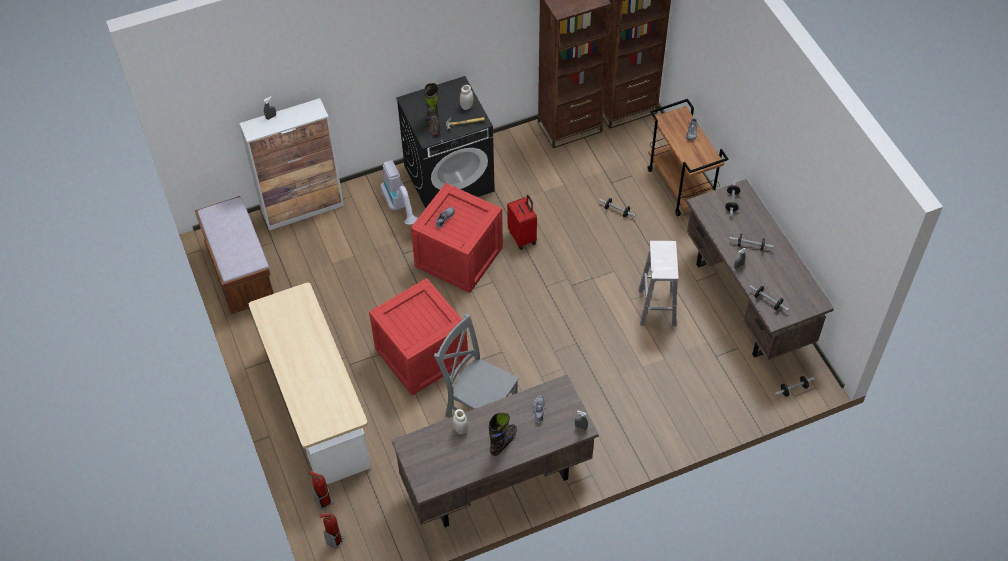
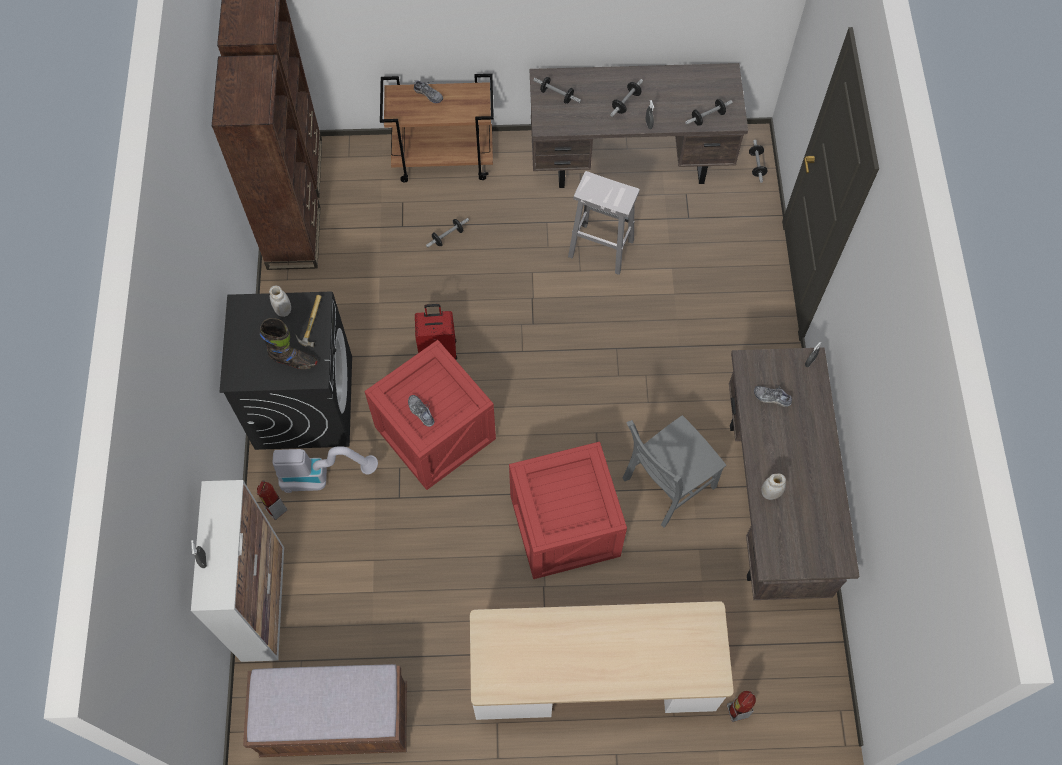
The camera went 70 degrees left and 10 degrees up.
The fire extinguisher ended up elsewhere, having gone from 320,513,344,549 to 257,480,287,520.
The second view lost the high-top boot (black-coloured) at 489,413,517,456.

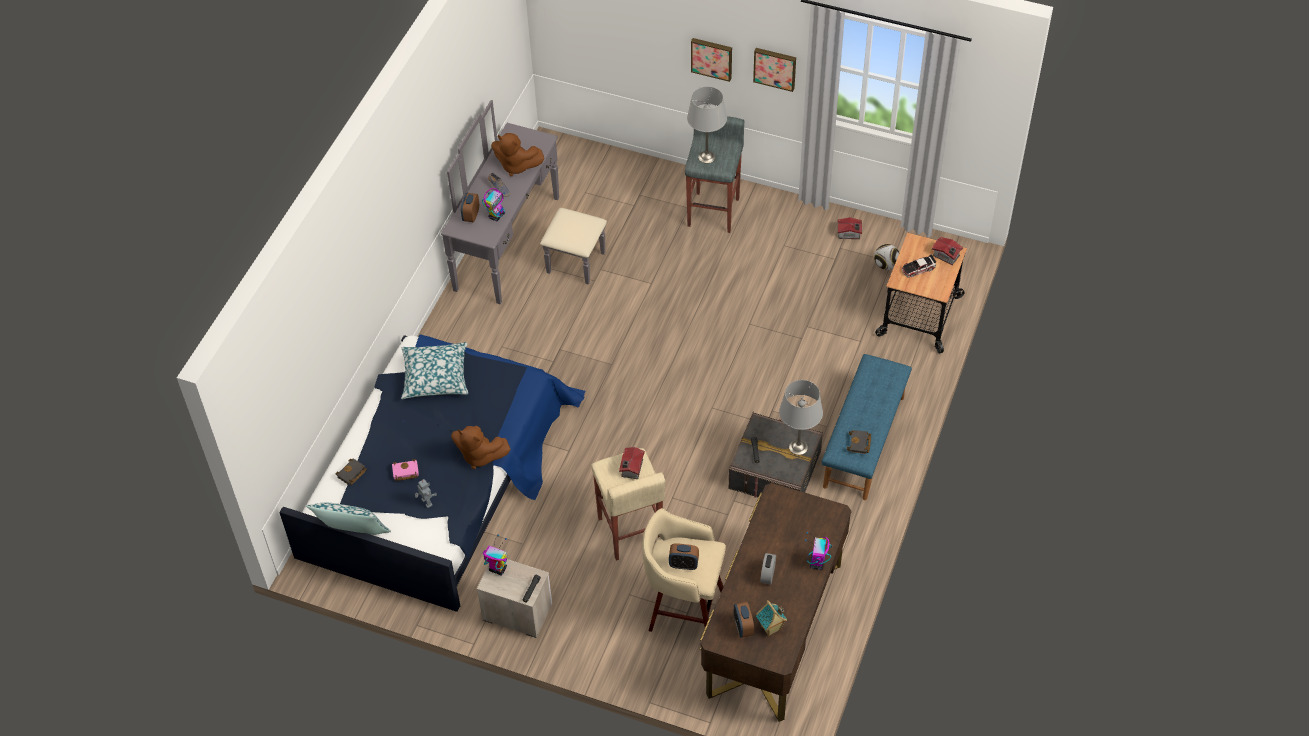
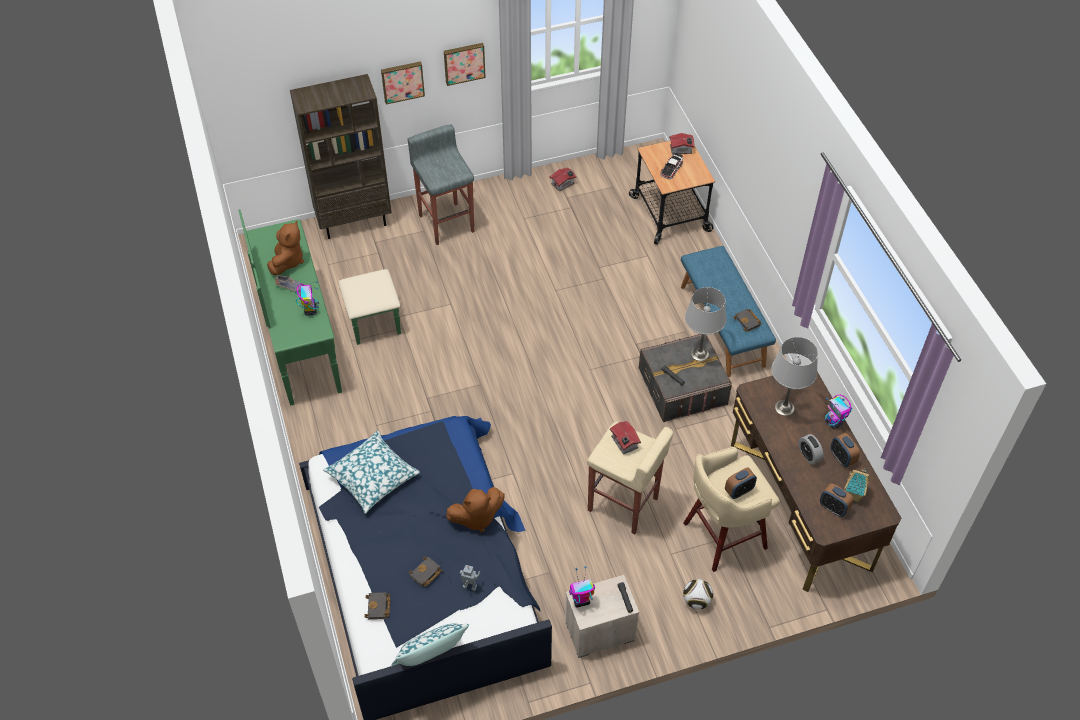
The camera went 40 degrees left and 0 degrees up.
What was the book (pink-coloured) at 392,459,419,481 turned into the book (black-coloured) at 408,557,442,587.
What was the chest of drawers (gray) at 441,100,607,304 turned into the chest of drawers (greenish) at 238,209,401,406.
The alarm clock ended up elsewhere, having gone from 461,193,479,222 to 831,433,860,467.
The soft toy (brown) at 491,133,545,176 ended up facing another way, 60 degrees counterclockwise from before.
The lamp for a table (gray) ended up elsewhere, having gone from 687,86,727,163 to 771,337,818,416.
The football ball ended up elsewhere, having gone from 874,244,899,270 to 683,579,713,609.
The second view gained the bookshelf (brown) at 290,74,392,239.

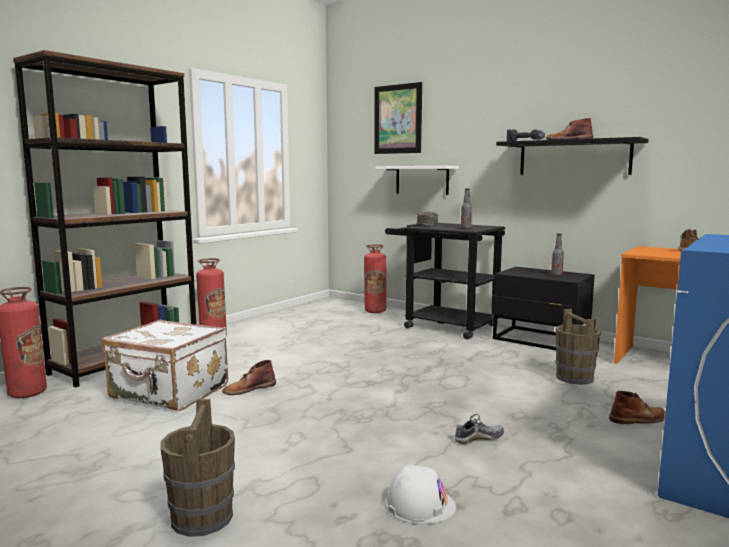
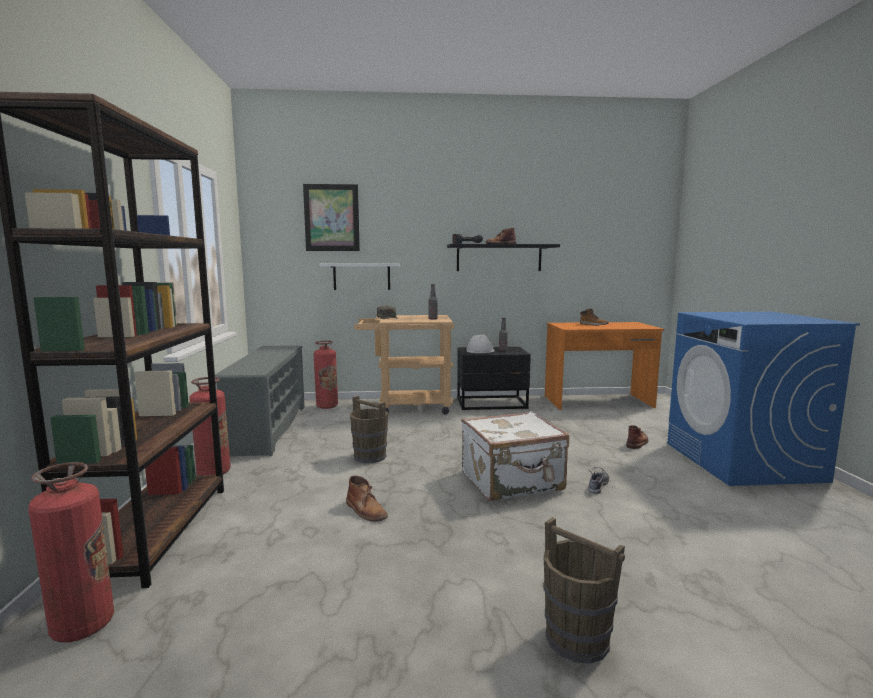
The camera went 40 degrees left and 0 degrees up.
The travel case (whitish) ended up elsewhere, having gone from 102,319,228,411 to 461,411,569,501.
The high-top boot (brown) at 222,360,276,395 ended up facing another way, 60 degrees counterclockwise from before.
What was the wheeled cart (black-coloured) at 385,223,505,339 turned into the wheeled cart (beige-coloured) at 354,315,454,415.
The hard hat (whitish) ended up elsewhere, having gone from 385,464,456,524 to 466,334,495,353.
The water bucket (brown) ended up elsewhere, having gone from 555,309,601,385 to 350,396,388,463.
The second view gained the shoe rack (gray) at 215,345,305,456.

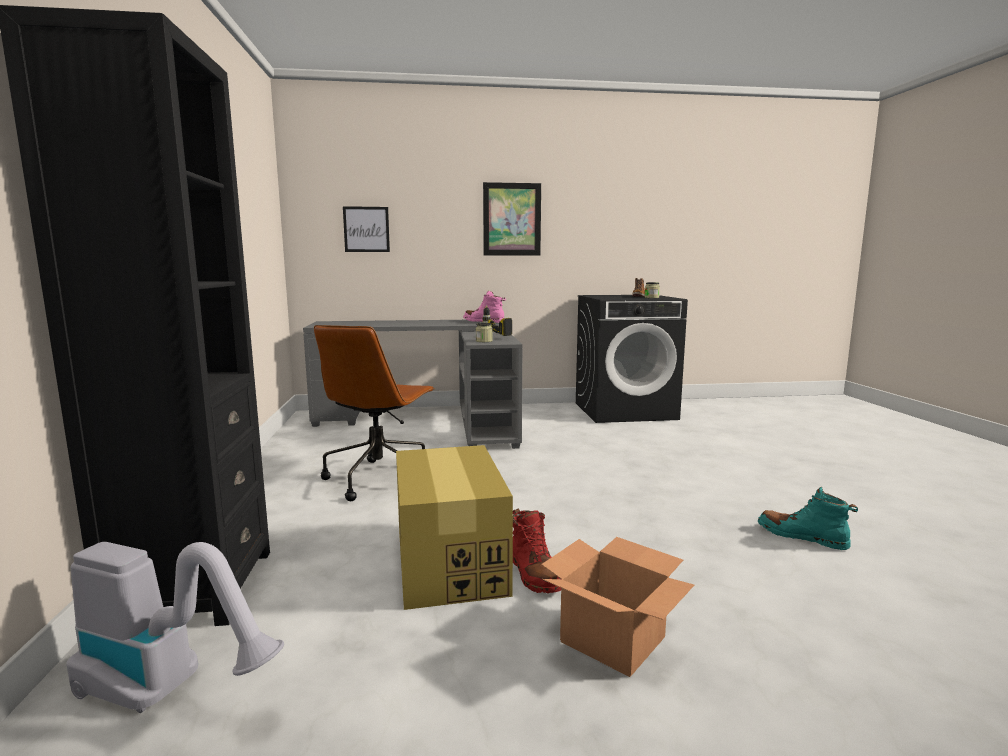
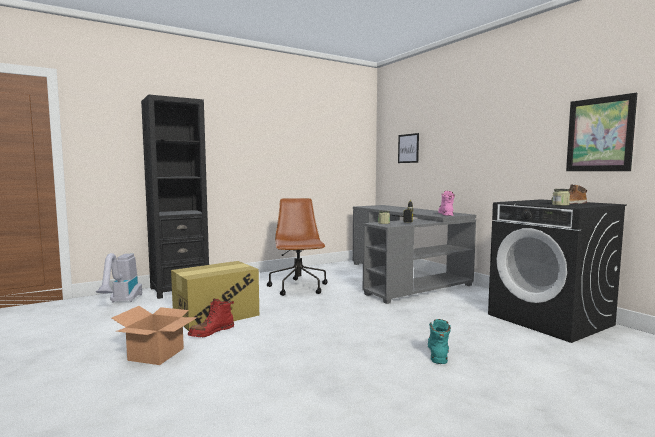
The camera went 65 degrees right and 5 degrees down.
The desk chair (brown) at 314,325,435,501 ended up facing another way, 90 degrees clockwise from before.
The wall picture ended up elsewhere, having gone from 483,182,541,256 to 566,93,637,171.
The high-top boot (turquoise) ended up elsewhere, having gone from 758,487,858,550 to 428,319,451,364.

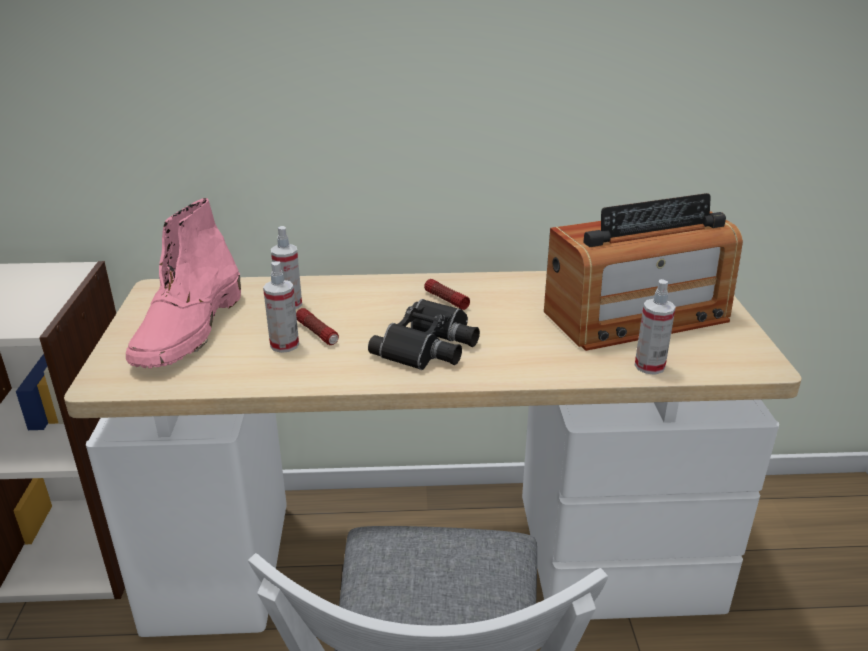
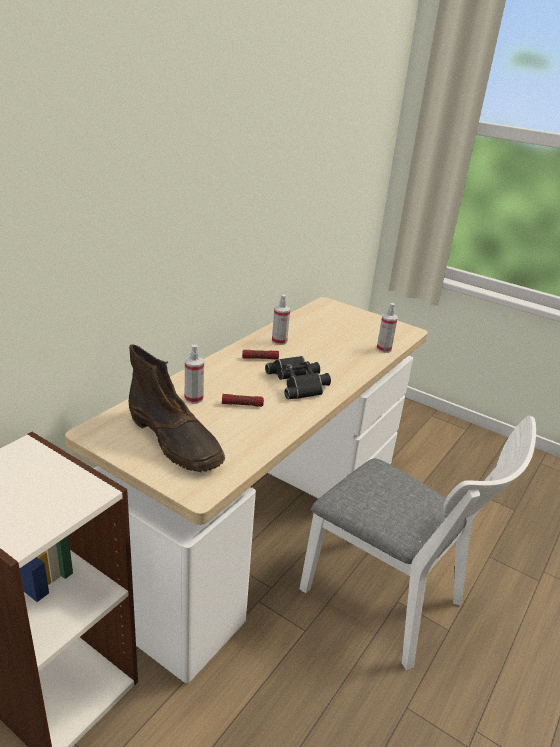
The camera went 55 degrees left and 0 degrees up.
What was the high-top boot (pink-coloured) at 126,198,241,368 turned into the high-top boot (brown) at 129,345,225,472.
The spray bottle ended up elsewhere, having gone from 263,261,299,353 to 272,295,290,345.
The second view lost the radio at 544,193,743,351.

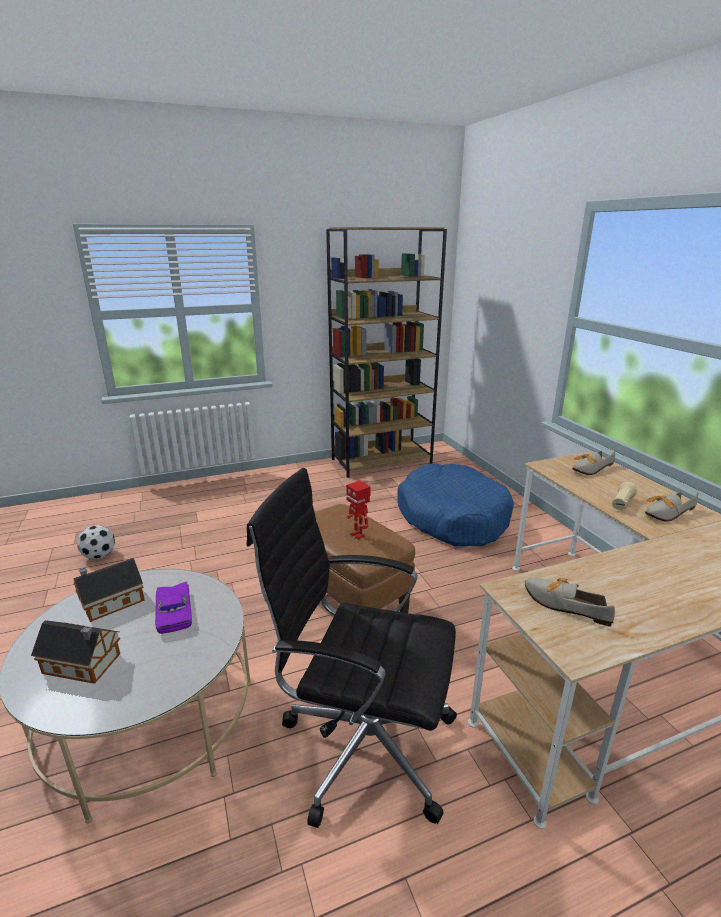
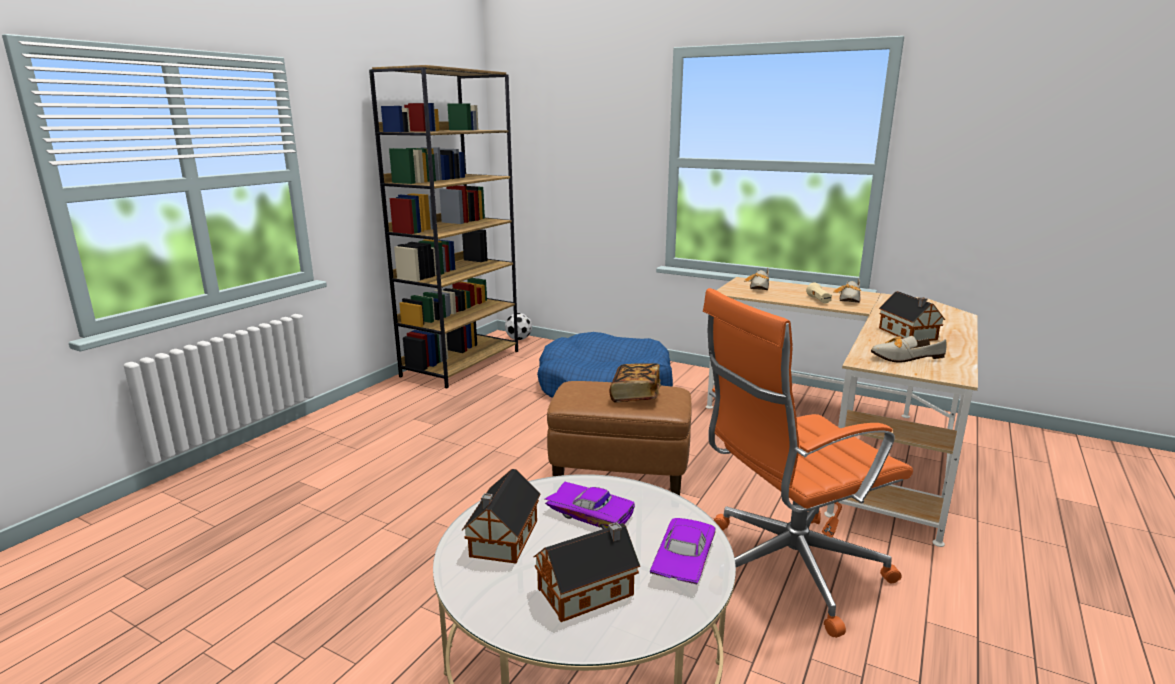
The camera went 40 degrees left and 5 degrees down.
The football ball ended up elsewhere, having gone from 77,525,115,559 to 505,313,532,340.
What was the desk chair (black-coloured) at 247,468,457,828 turned into the desk chair (orange-coloured) at 703,288,913,638.
Where the toy robot stood at 346,480,370,540, the book came to stand at 610,363,661,403.
The second view gained the model car (purple) at 650,518,716,584.
The second view gained the miniature house at 879,291,945,341.

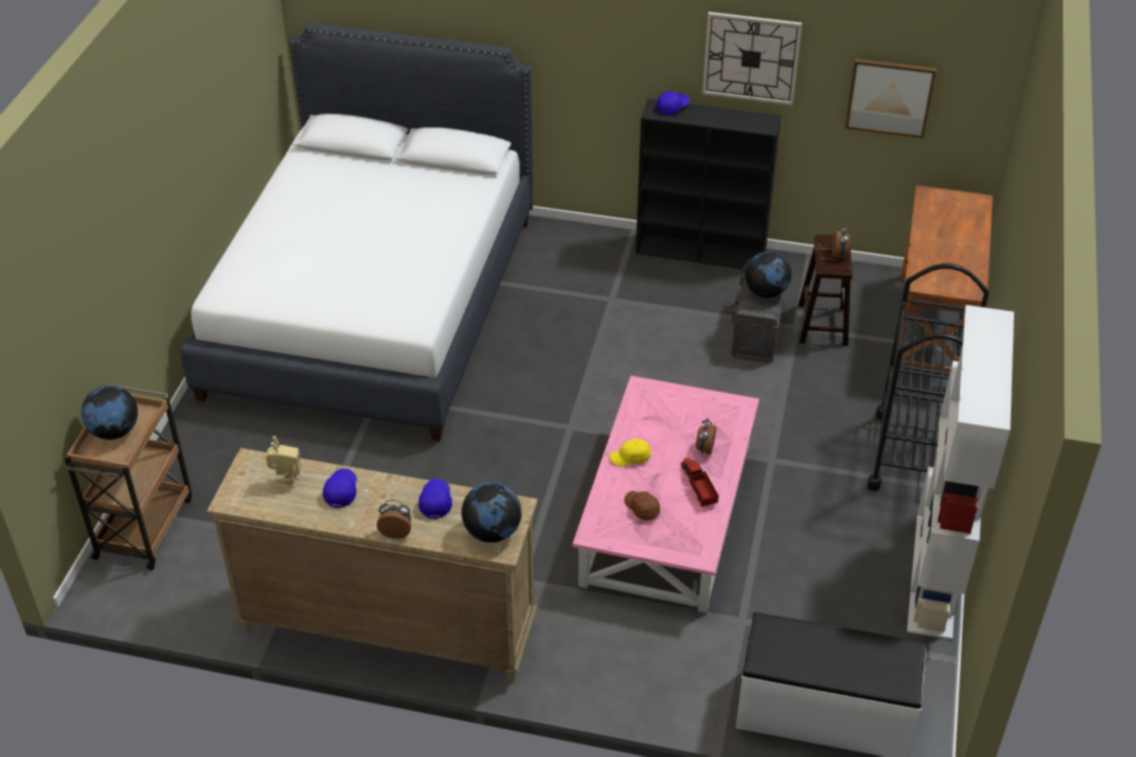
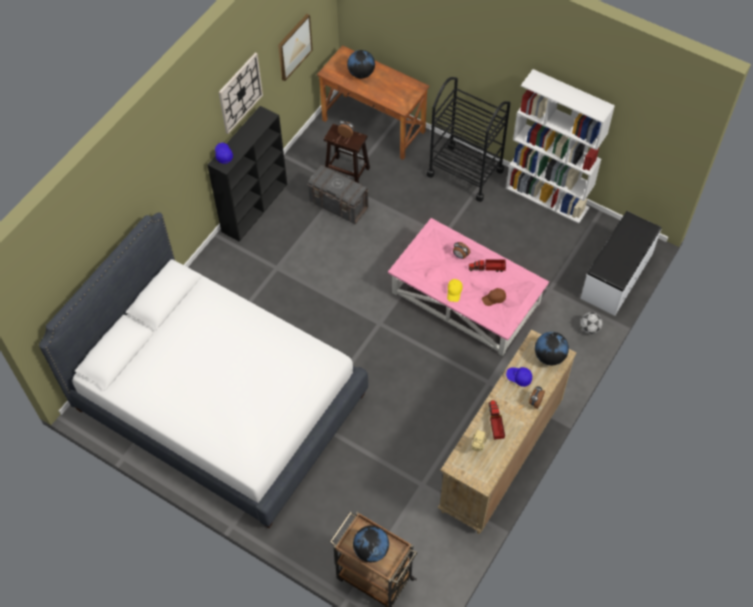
The camera went 70 degrees left and 15 degrees up.
Where the cap (blue) stood at 323,468,357,508, the toy truck came to stand at 488,400,505,440.
The globe ended up elsewhere, having gone from 745,252,791,298 to 347,50,375,79.
The second view gained the football ball at 580,312,603,334.

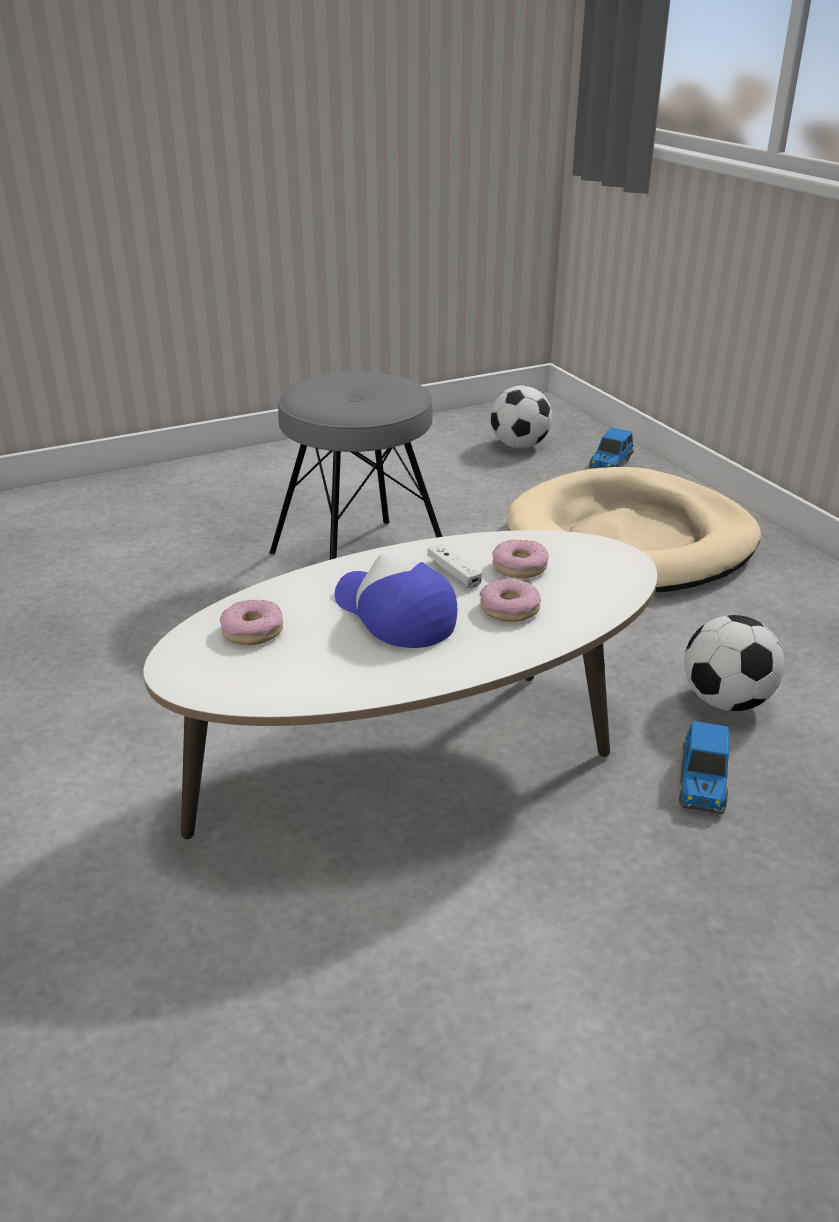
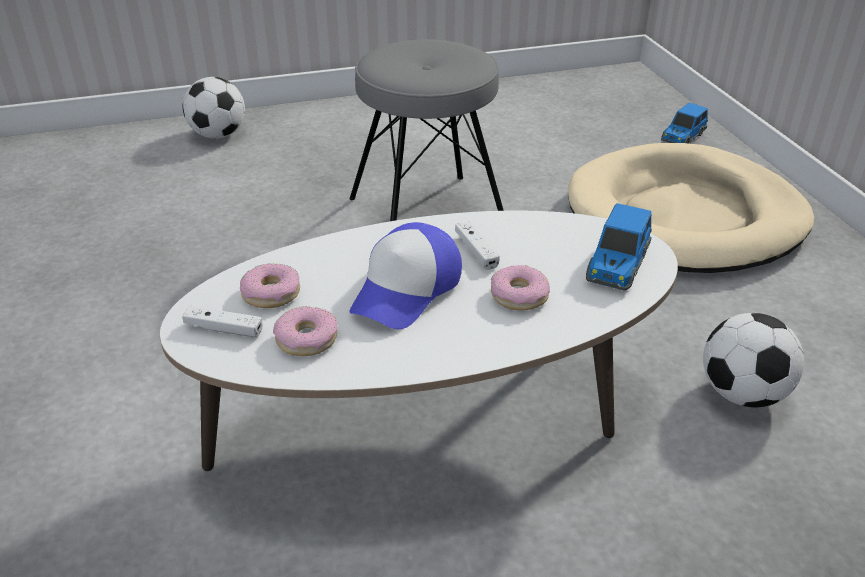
The camera went 10 degrees right and 5 degrees up.
The cap at 335,555,457,648 ended up facing another way, 120 degrees counterclockwise from before.
The football ball ended up elsewhere, having gone from 490,385,552,448 to 183,77,245,139.
The ring doughnut ended up elsewhere, having gone from 492,540,549,578 to 273,306,338,356.
The model car ended up elsewhere, having gone from 679,721,729,814 to 586,203,652,291.
The second view gained the joypad (whitish) at 182,306,263,338.

